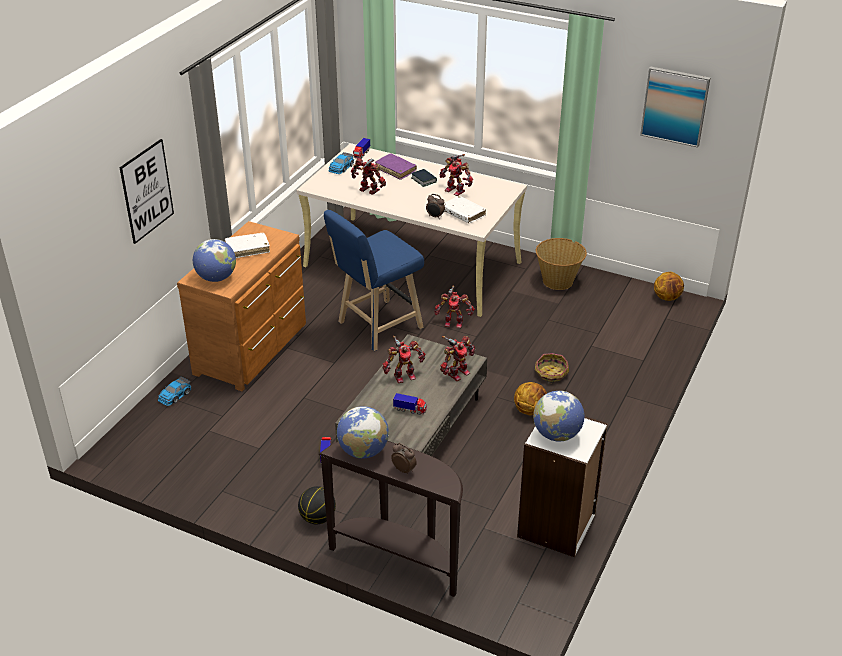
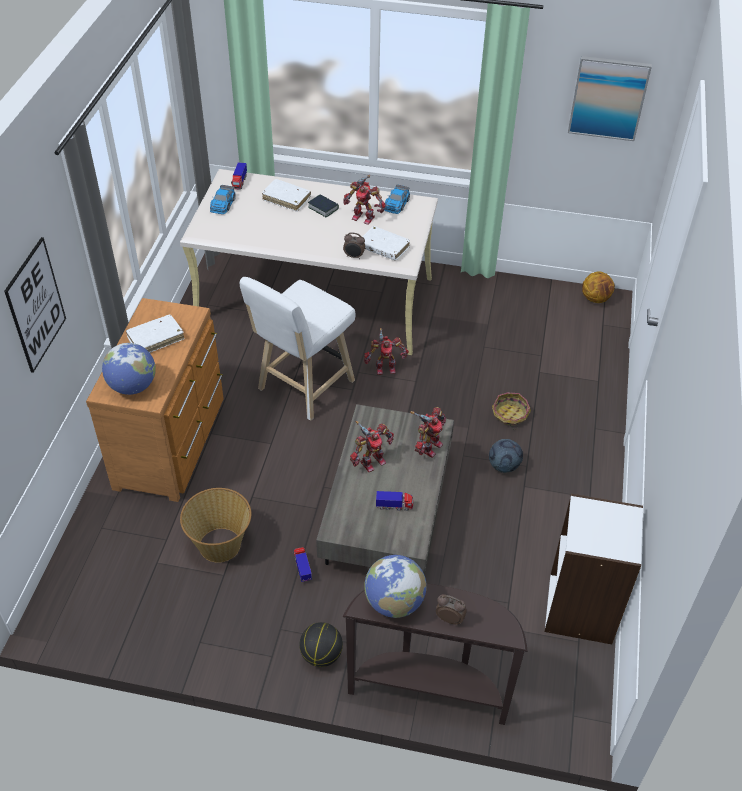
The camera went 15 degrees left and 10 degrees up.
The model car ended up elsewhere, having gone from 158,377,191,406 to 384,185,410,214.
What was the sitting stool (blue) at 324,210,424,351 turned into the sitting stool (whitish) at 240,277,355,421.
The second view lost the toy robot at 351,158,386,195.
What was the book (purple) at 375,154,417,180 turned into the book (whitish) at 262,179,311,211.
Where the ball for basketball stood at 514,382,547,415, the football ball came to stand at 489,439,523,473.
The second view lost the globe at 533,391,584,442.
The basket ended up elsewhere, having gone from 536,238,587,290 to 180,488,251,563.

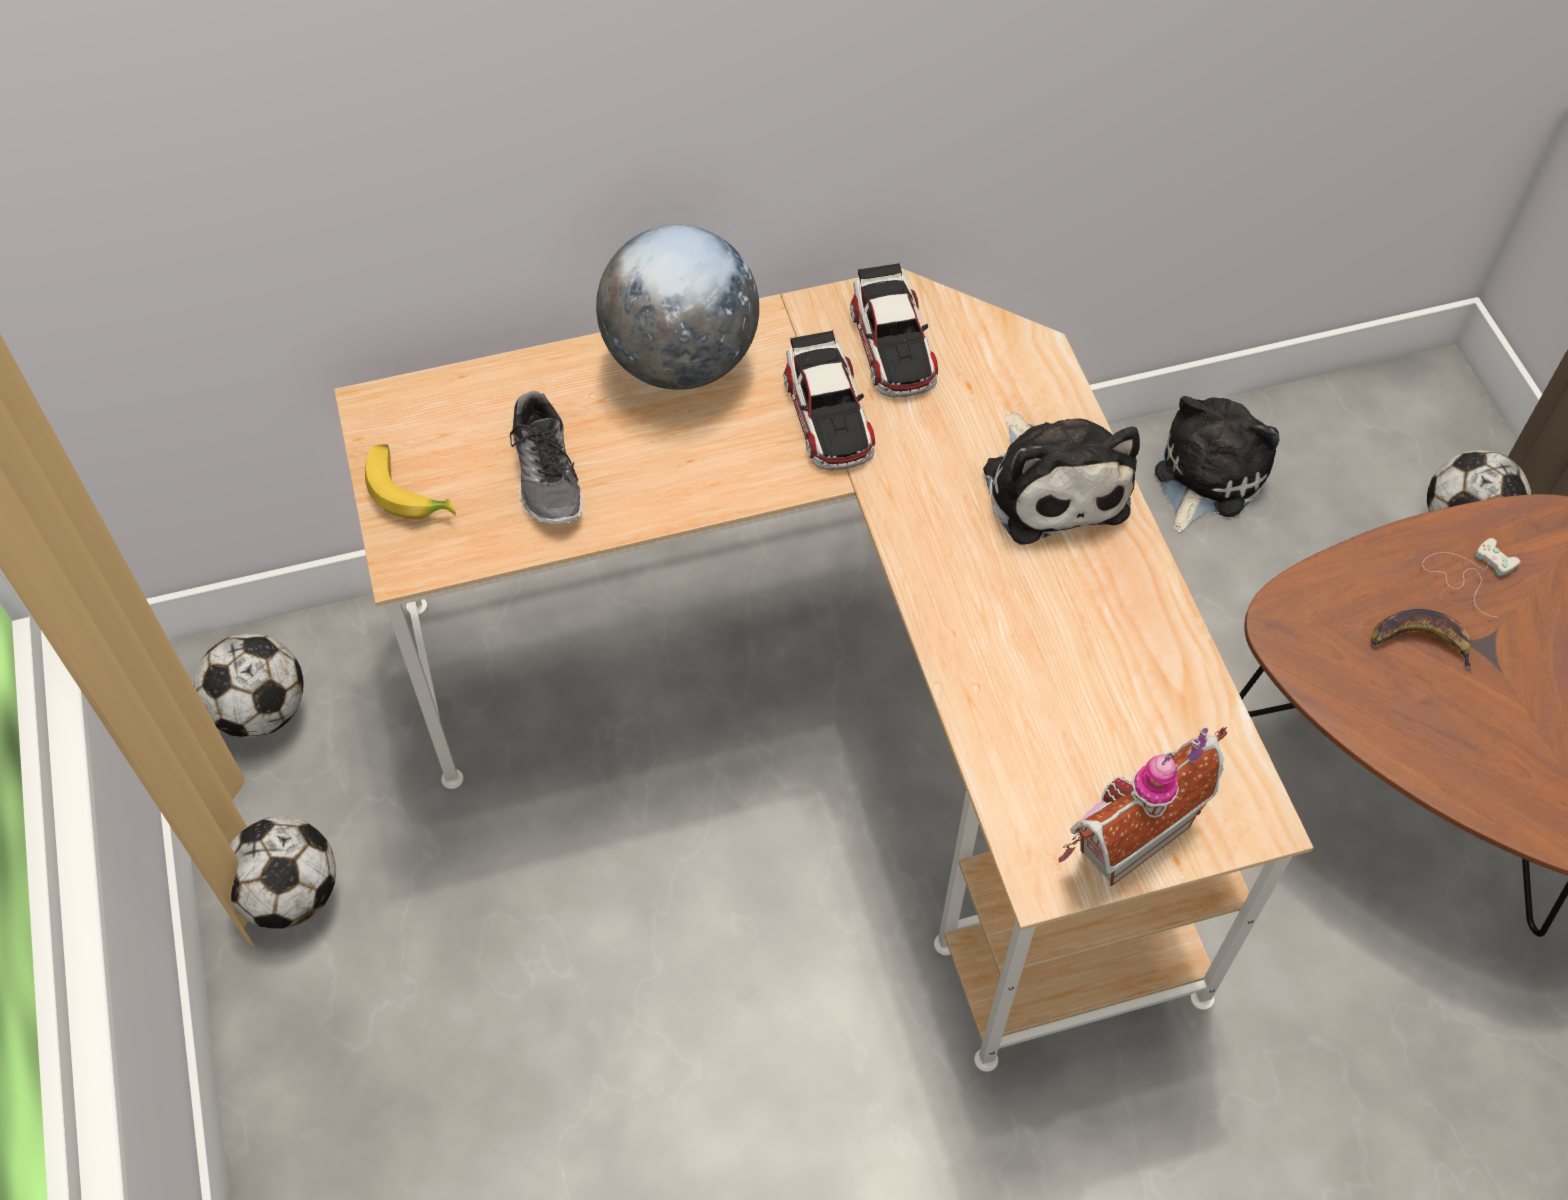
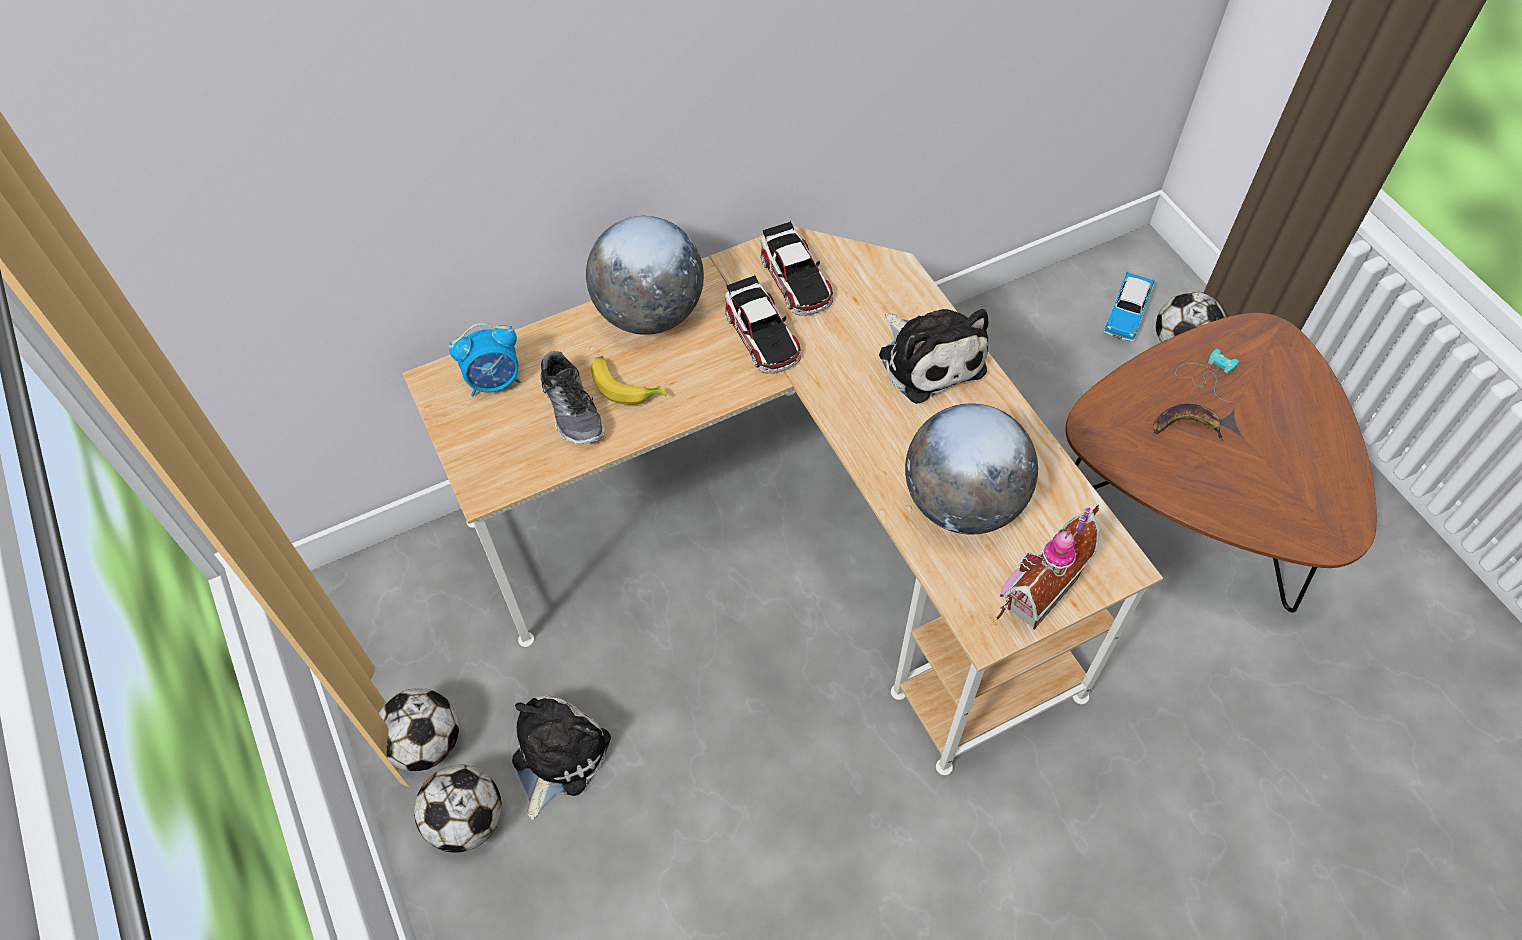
The camera went 10 degrees left and 0 degrees up.
The football ball ended up elsewhere, having gone from 194,634,304,737 to 414,765,502,853.
The whole banana ended up elsewhere, having gone from 365,444,456,520 to 591,356,667,405.
The soft toy ended up elsewhere, having gone from 1155,396,1279,533 to 512,695,611,820.
What was the joypad (whitish) at 1422,538,1521,618 turned into the joypad (turquoise) at 1175,349,1239,402.
The second view gained the alarm clock at 449,323,521,396.
The second view gained the globe at 905,403,1038,535.
The second view gained the model car at 1103,271,1154,341.

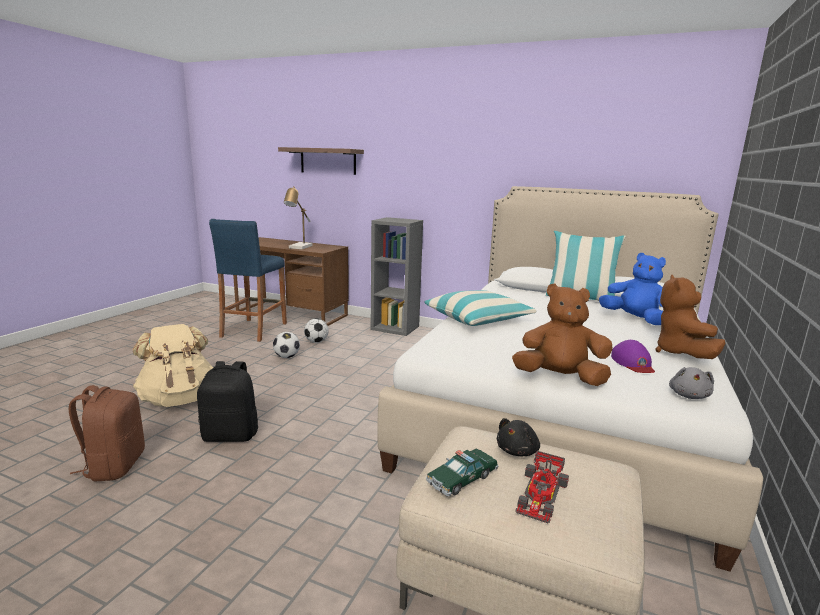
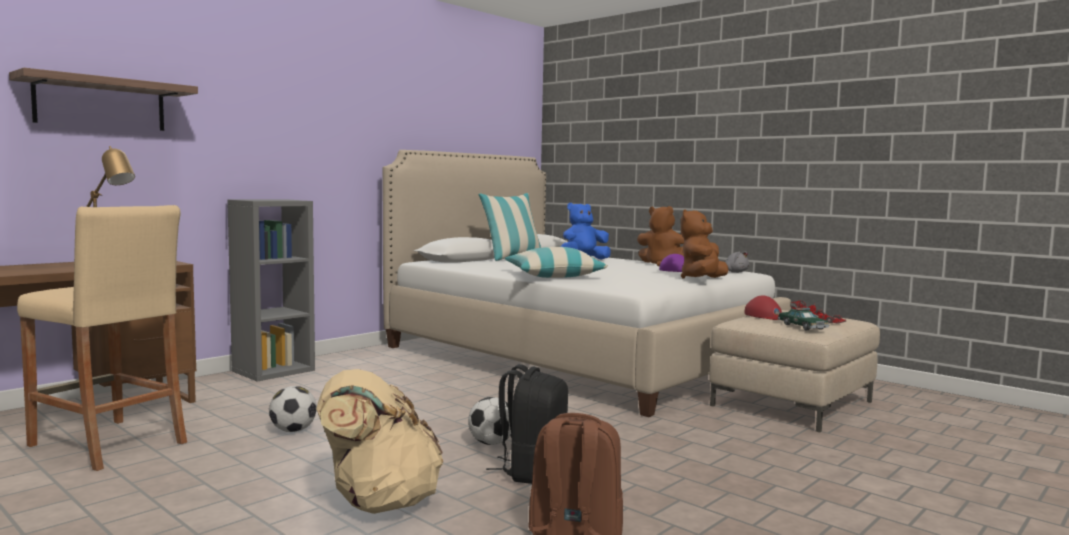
The camera went 70 degrees left and 10 degrees down.
What was the sitting stool (blue) at 209,219,287,342 turned into the sitting stool (beige-coloured) at 17,205,187,471.
The football ball ended up elsewhere, having gone from 304,319,329,343 to 468,397,511,445.
Where the soft toy (black-coloured) stood at 497,418,540,456, the cap (reddish) came to stand at 744,296,782,320.

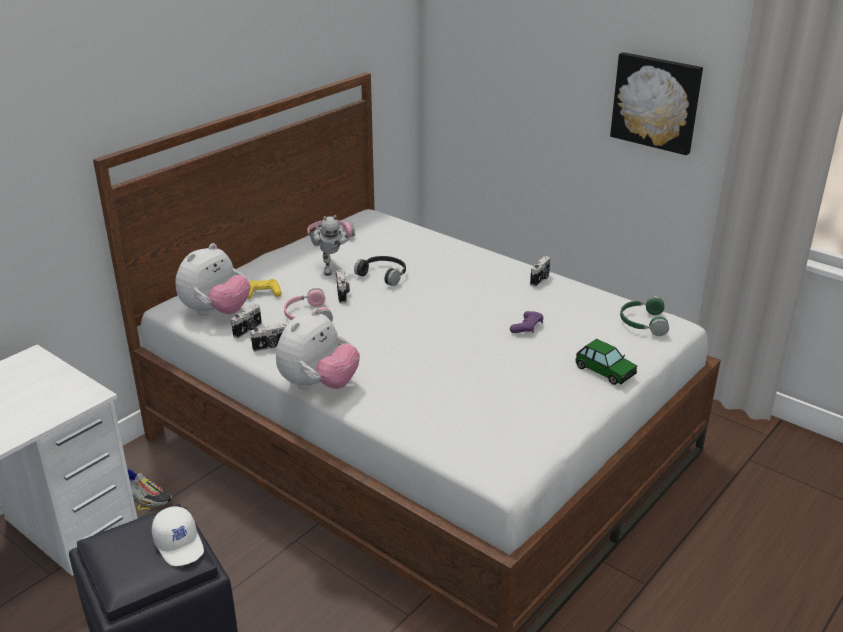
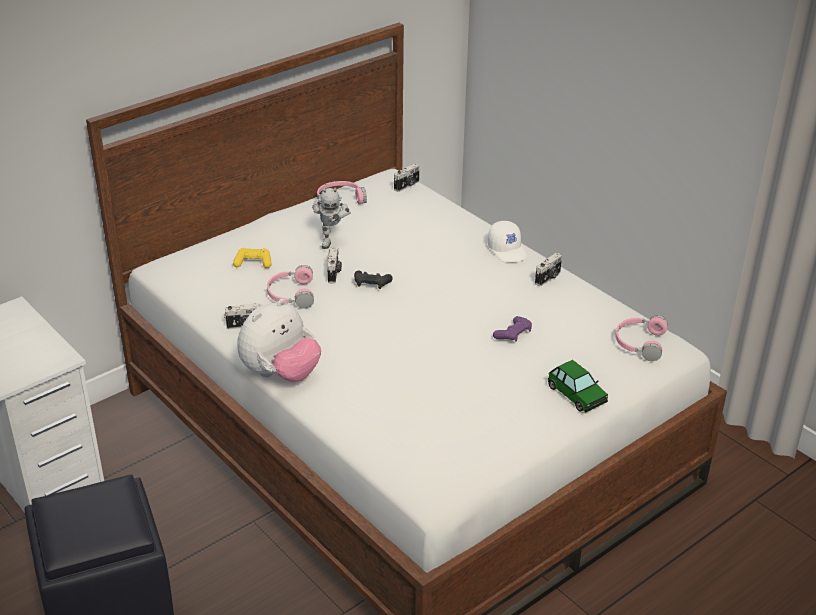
The camera went 10 degrees right and 5 degrees up.
The second view lost the low shoe at 127,469,172,510.
The cap (whitish) ended up elsewhere, having gone from 152,506,204,566 to 488,221,527,262.
The second view lost the soft toy at 175,243,250,315.
The photo camera ended up elsewhere, having gone from 231,304,262,338 to 394,164,419,192.
The second view lost the headset (black-coloured) at 354,256,406,286.
The second view lost the wall picture at 610,52,703,155.
What was the headset (greenish) at 620,296,669,336 turned into the headset (pink-coloured) at 616,315,668,361.
The second view gained the joypad (black-coloured) at 354,270,393,289.

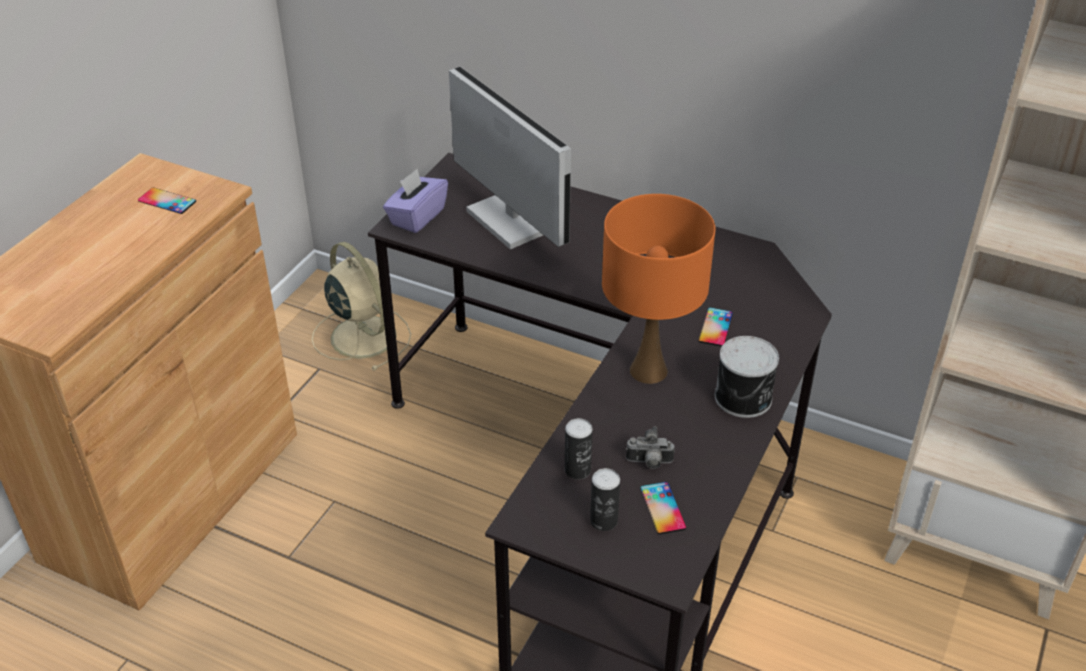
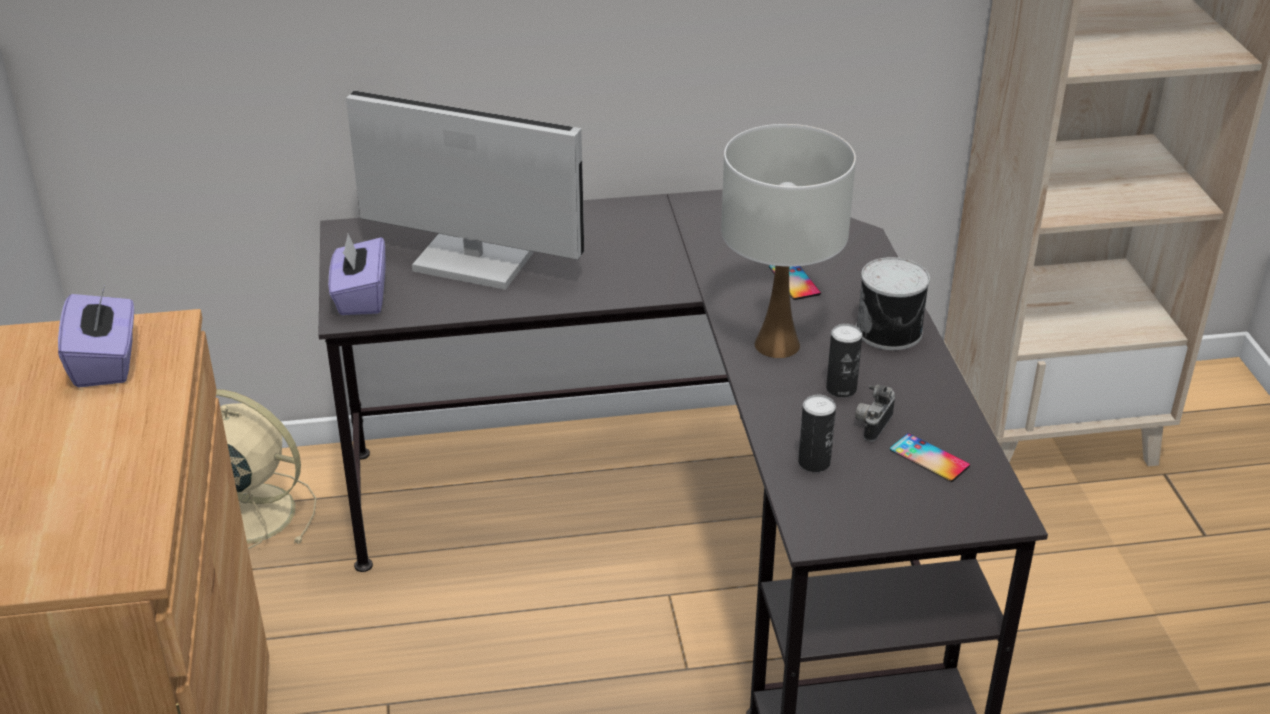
The camera went 35 degrees left and 5 degrees down.
Where the phone stood at 138,187,196,214, the box of tissues (purple) came to stand at 58,286,134,388.
The can ended up elsewhere, having gone from 590,468,620,531 to 826,324,862,397.
What was the lamp for a table (orange-coloured) at 602,194,715,384 turned into the lamp for a table (whitish) at 721,124,856,358.
The photo camera at 626,426,675,469 ended up facing another way, 150 degrees clockwise from before.

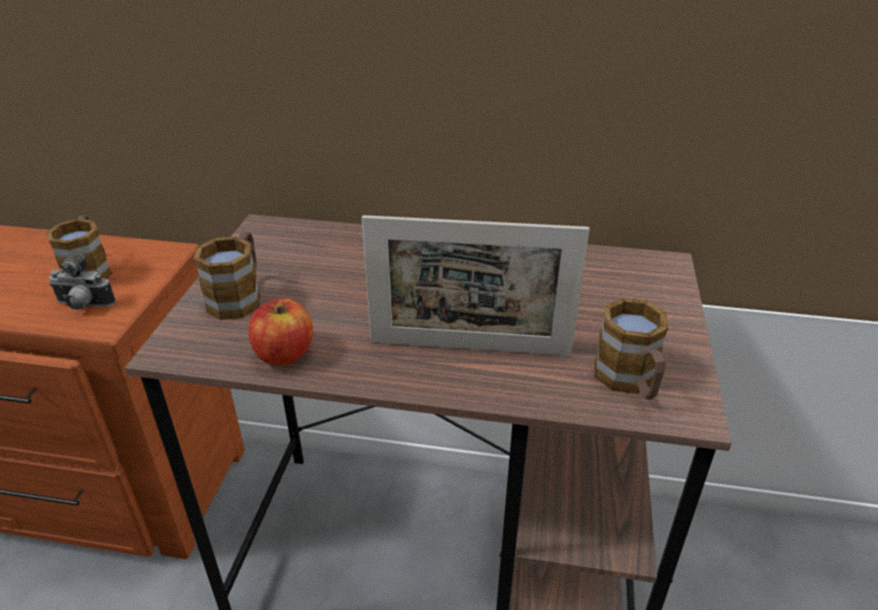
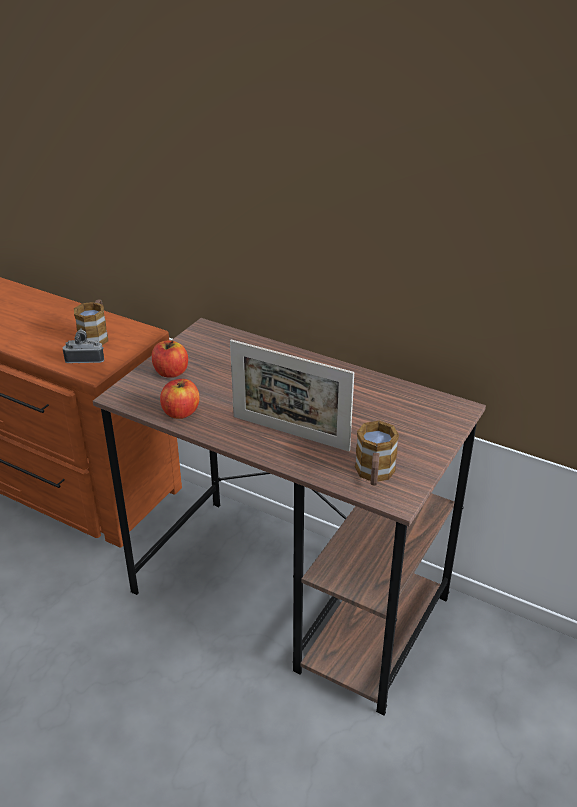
The camera went 20 degrees right and 0 degrees up.
The photo camera at 49,255,116,310 ended up facing another way, 150 degrees clockwise from before.
Where the mug stood at 194,232,261,320, the whole apple came to stand at 152,340,188,378.

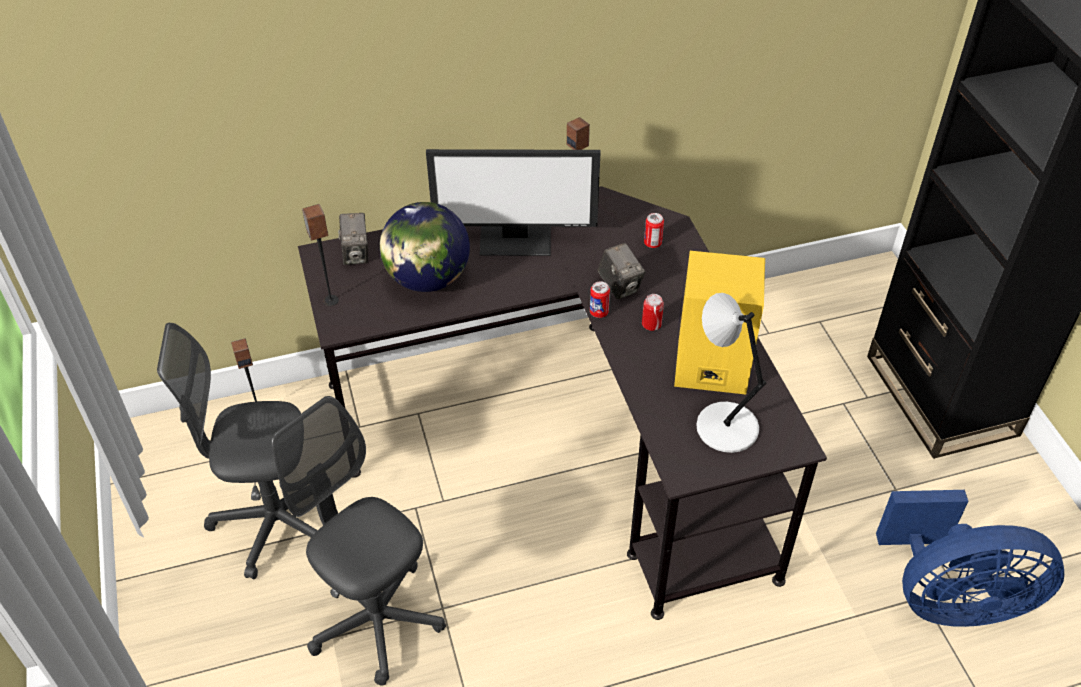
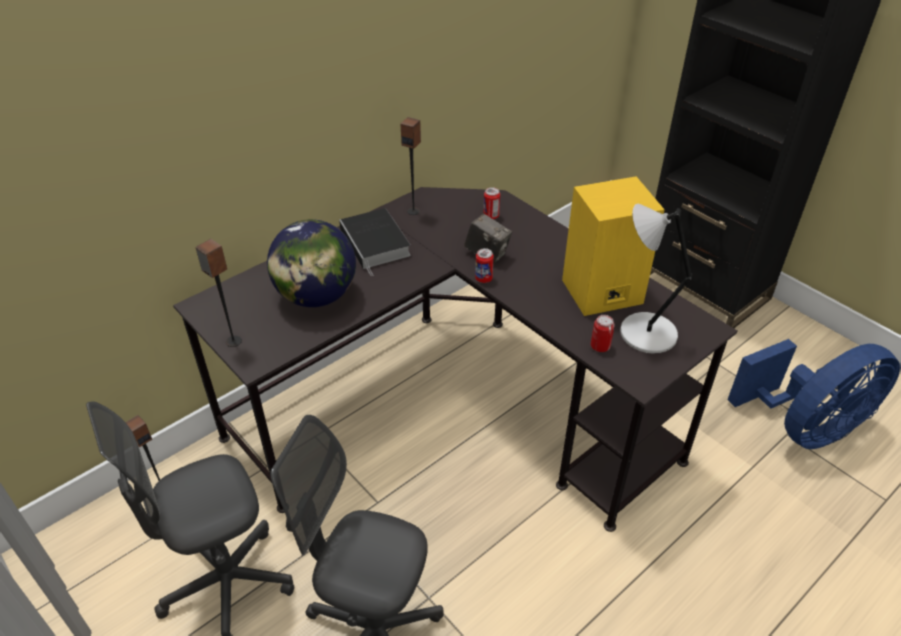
The camera went 25 degrees left and 5 degrees down.
The second view lost the photo camera at 338,213,368,265.
Where the monitor stood at 426,149,600,256, the book came to stand at 339,208,411,276.
The can ended up elsewhere, having gone from 642,294,664,331 to 591,315,615,352.

